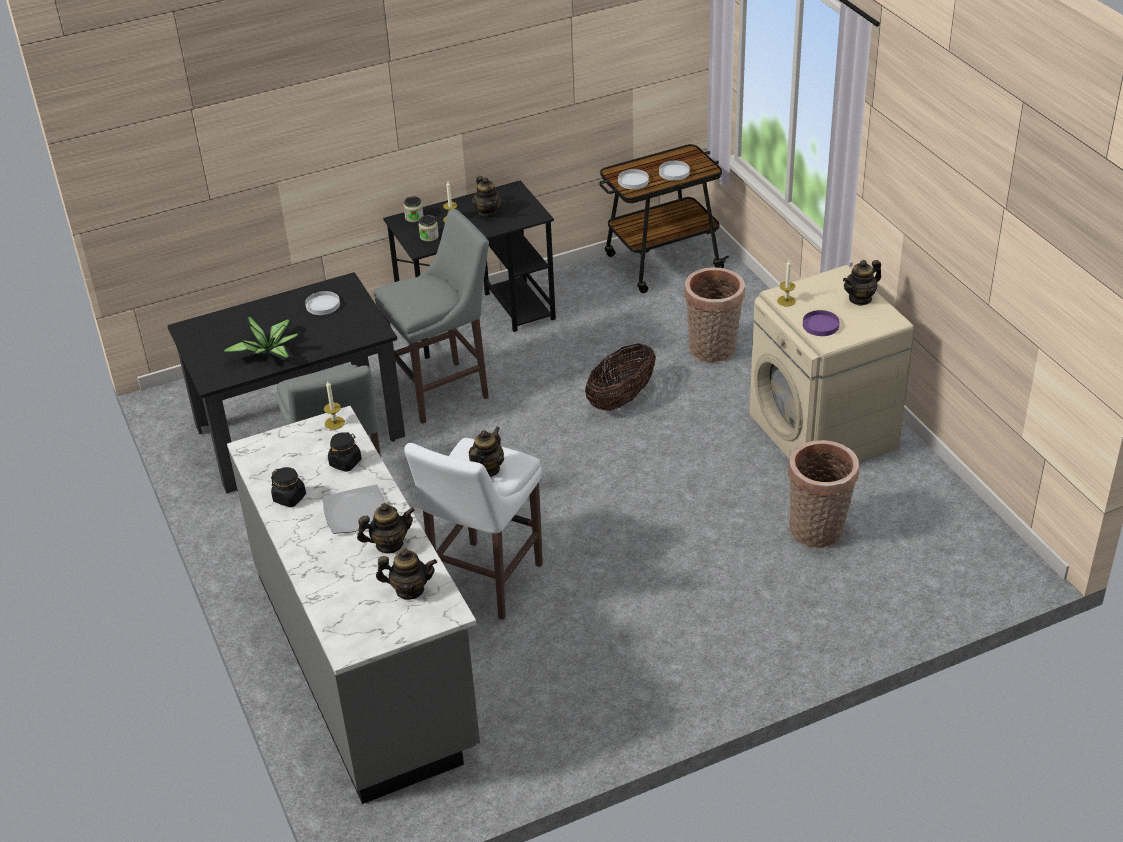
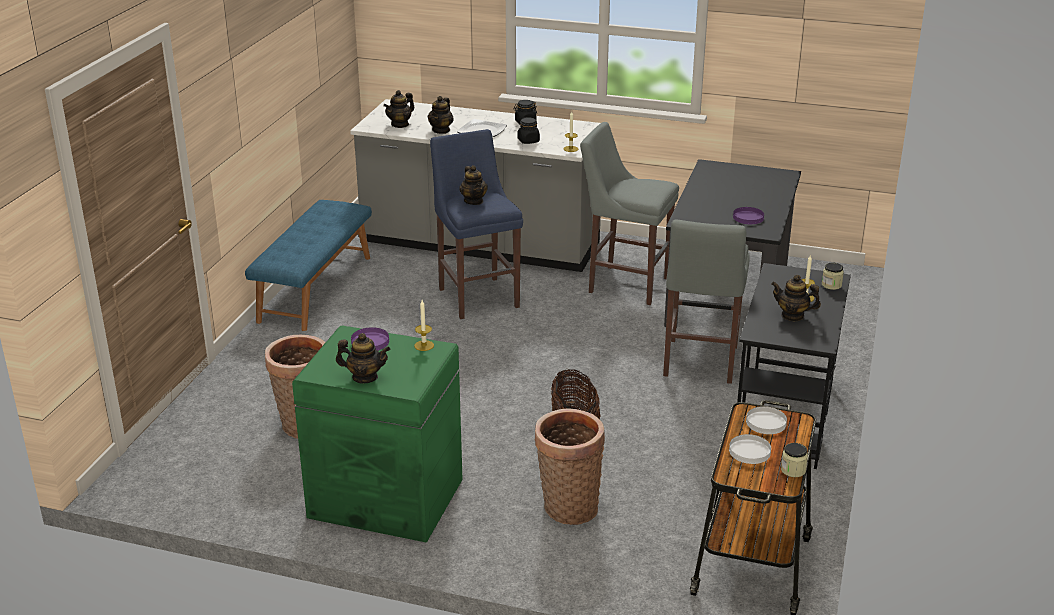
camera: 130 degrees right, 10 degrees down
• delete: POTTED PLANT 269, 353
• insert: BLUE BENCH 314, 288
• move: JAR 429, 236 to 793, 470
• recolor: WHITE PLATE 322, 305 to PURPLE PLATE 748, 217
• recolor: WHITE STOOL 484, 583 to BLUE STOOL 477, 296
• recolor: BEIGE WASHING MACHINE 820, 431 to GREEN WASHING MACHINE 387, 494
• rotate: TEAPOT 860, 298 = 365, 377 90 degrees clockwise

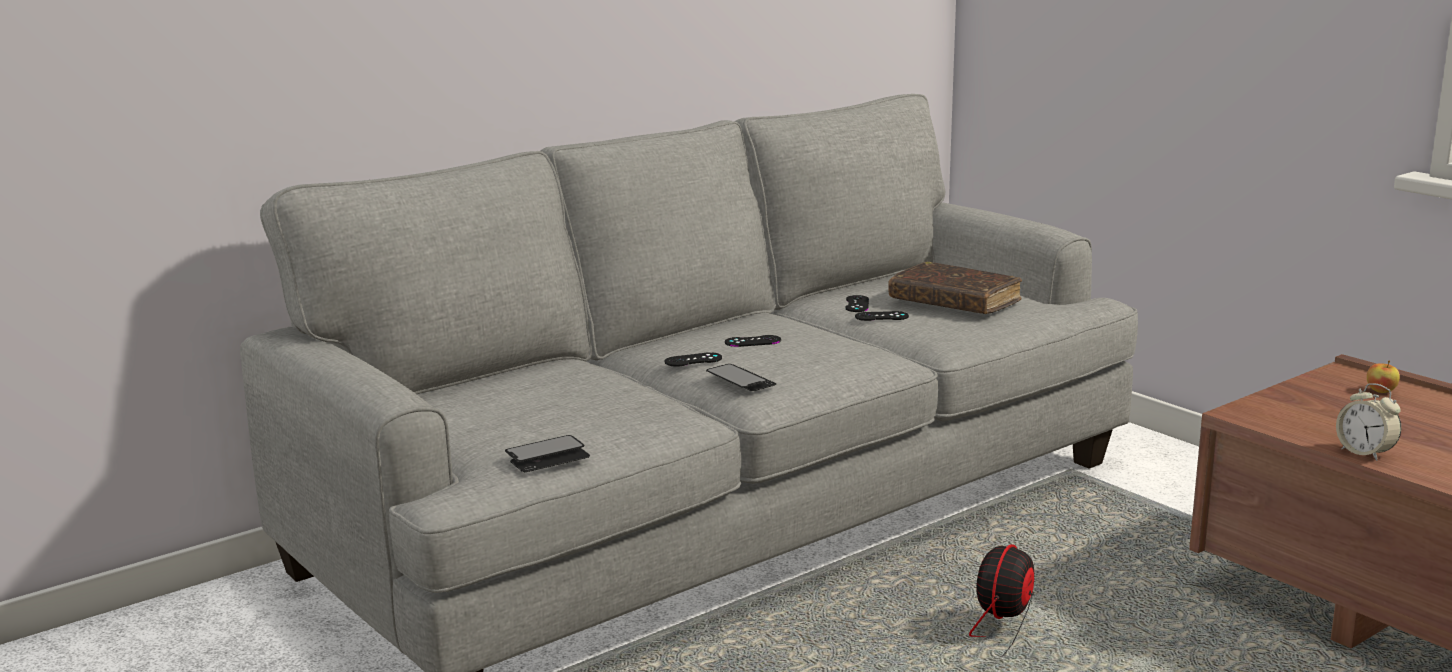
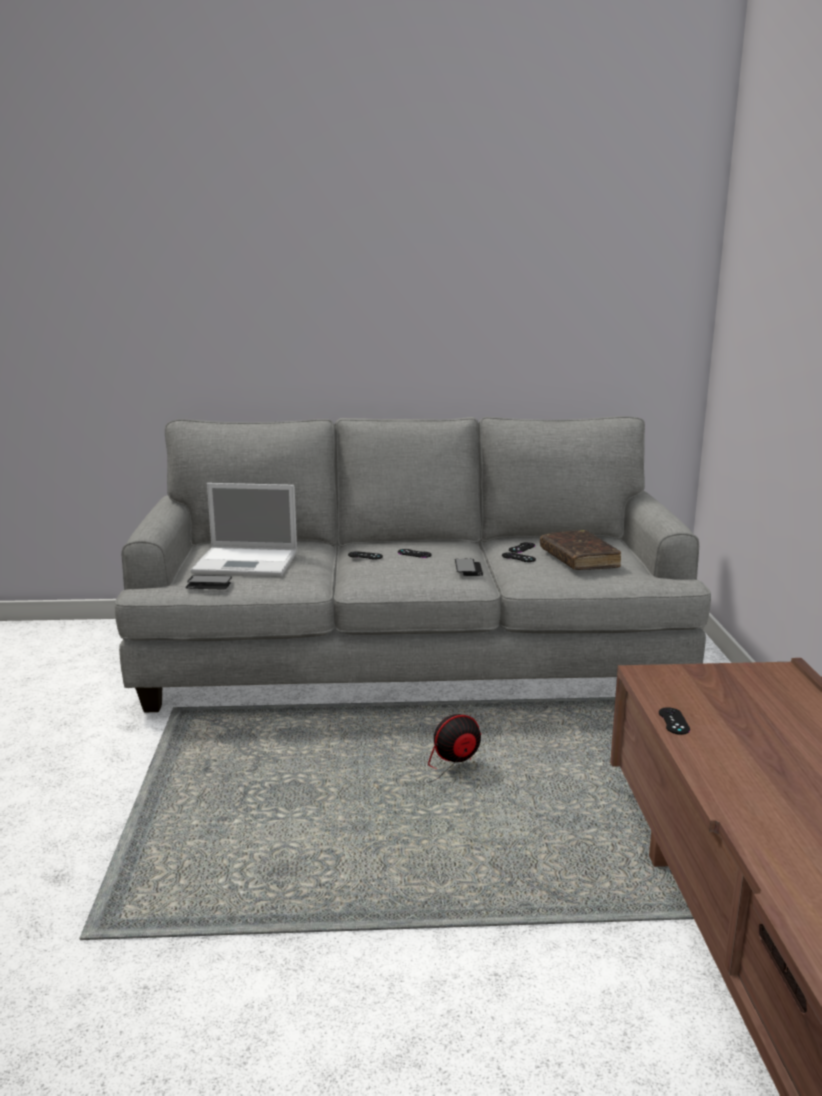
camera: 35 degrees right, 0 degrees up
• delete: APPLE 1381, 391
• insert: LAPTOP 248, 562
• move: PHONE 740, 380 to 468, 569
• replace: ALARM CLOCK 1365, 453 to BLACK GAME CONTROLLER 674, 721

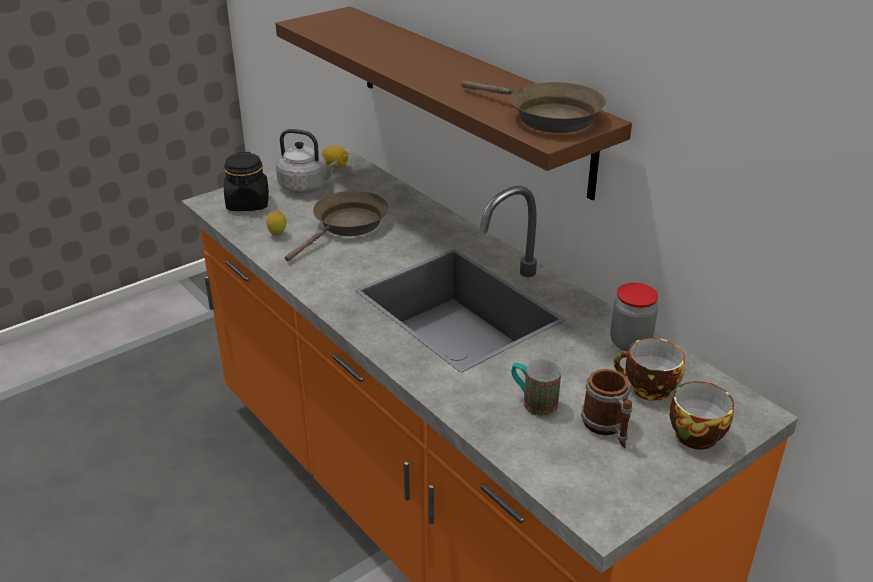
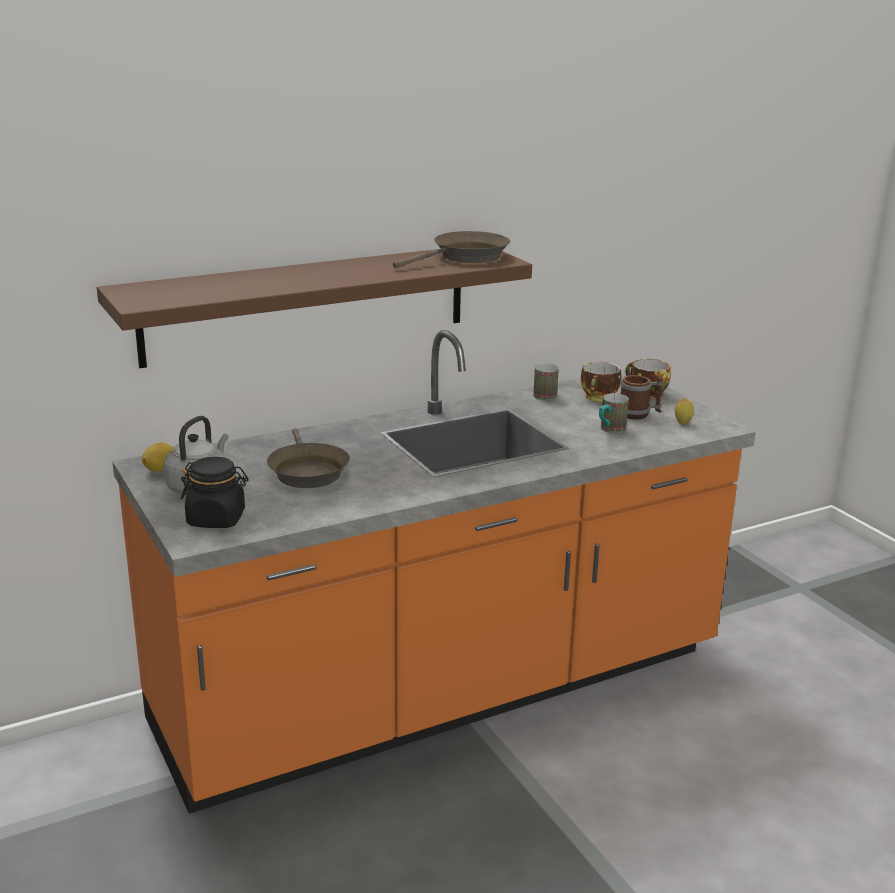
camera: 80 degrees left, 10 degrees down
• move: LEMON 277, 235 to 682, 423
• replace: JAR 630, 343 to MUG 545, 394
• rotate: BROWN FRYING PAN 347, 226 = 307, 472 150 degrees counterclockwise

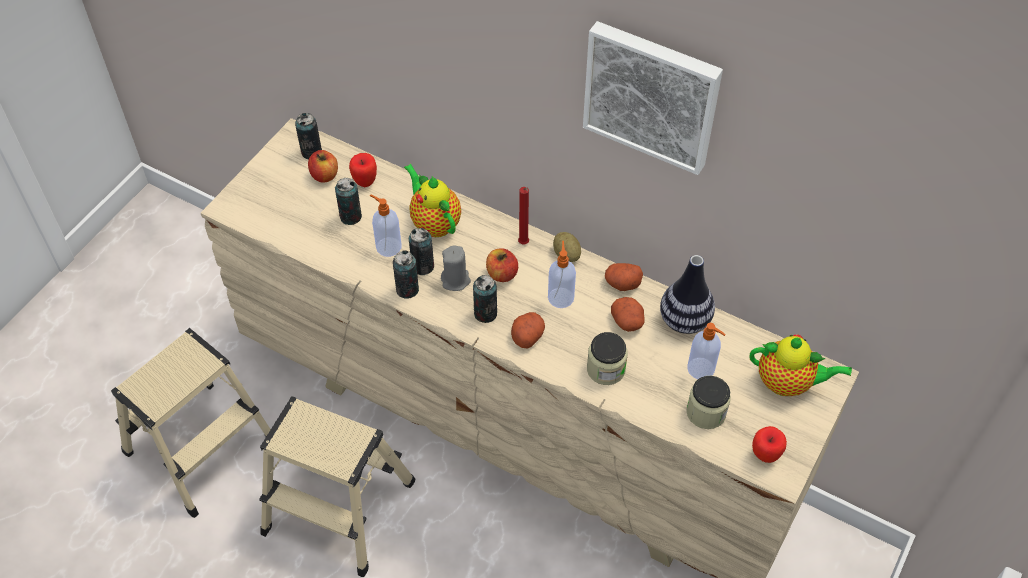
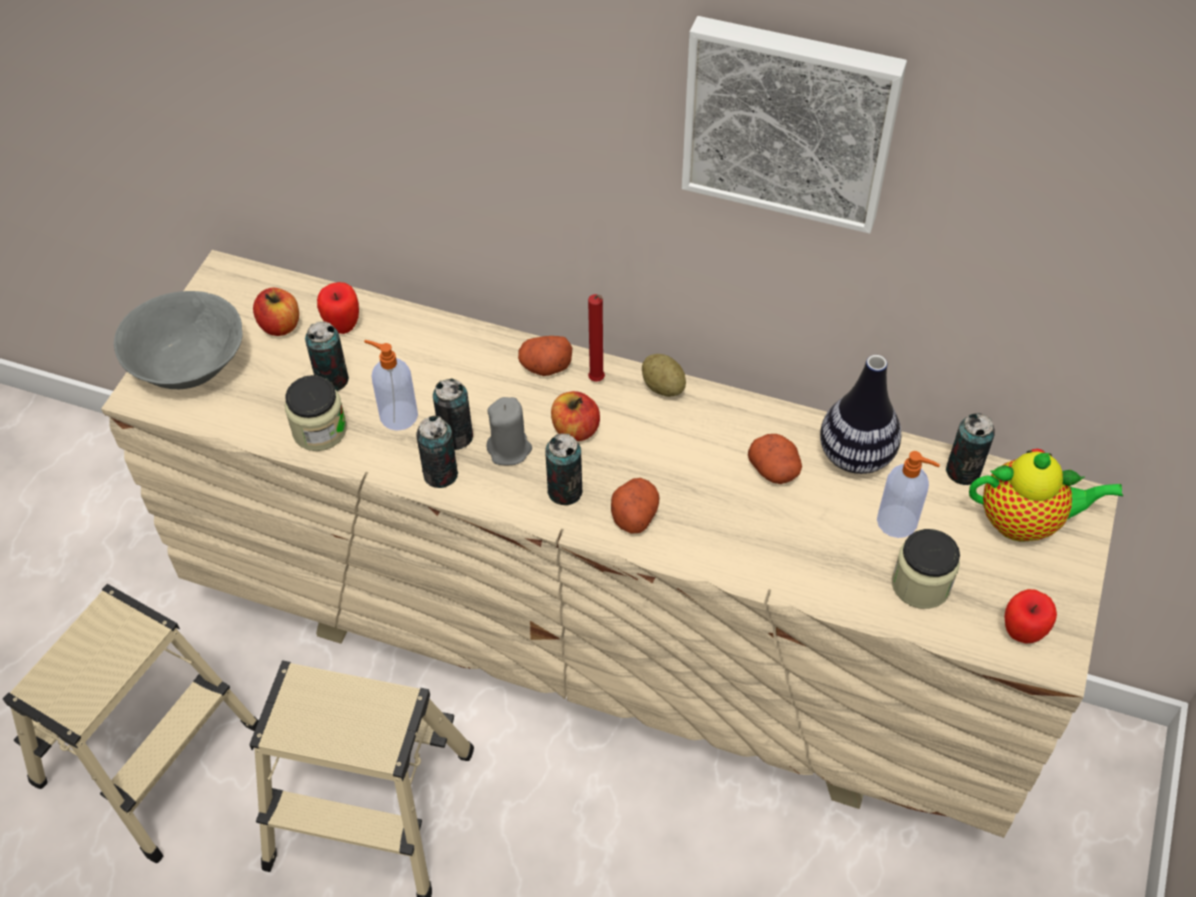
camera: 10 degrees left, 0 degrees up
• delete: TEAPOT 434, 222
• delete: SOAP DISPENSER 560, 297
• insert: GREY BOWL 188, 366
• move: CAN 311, 152 to 963, 471
• move: JAR 606, 369 to 319, 430
• move: POTATO 622, 283 to 545, 366

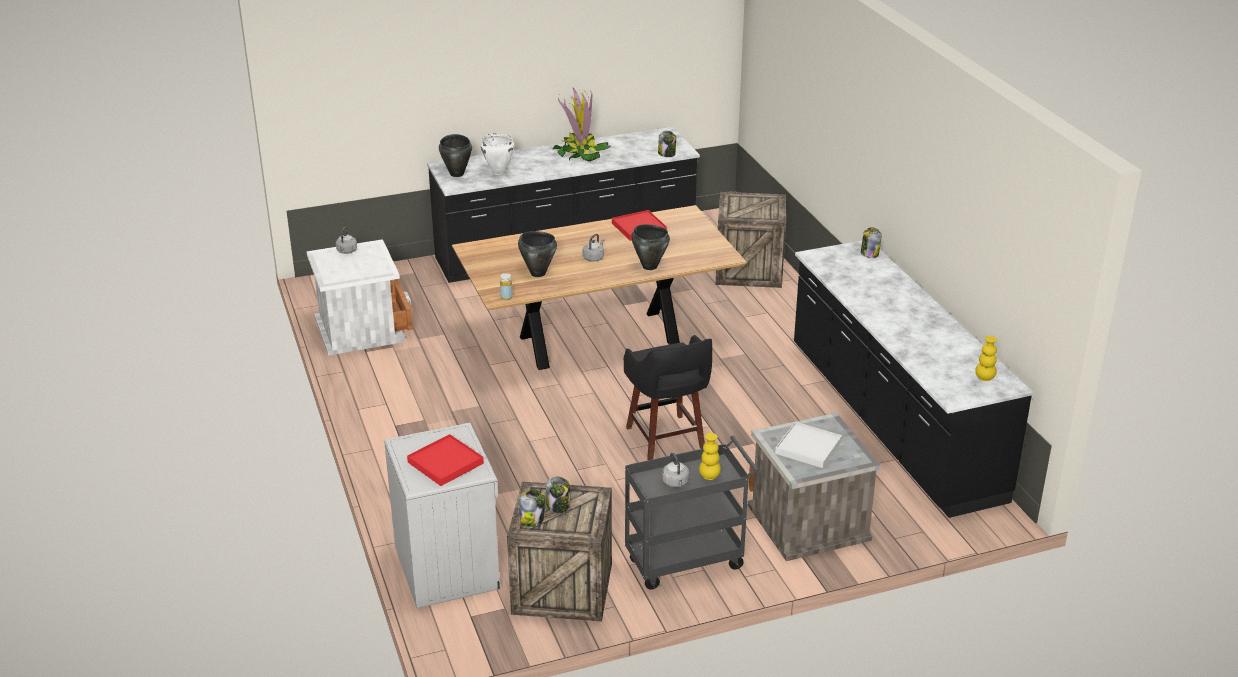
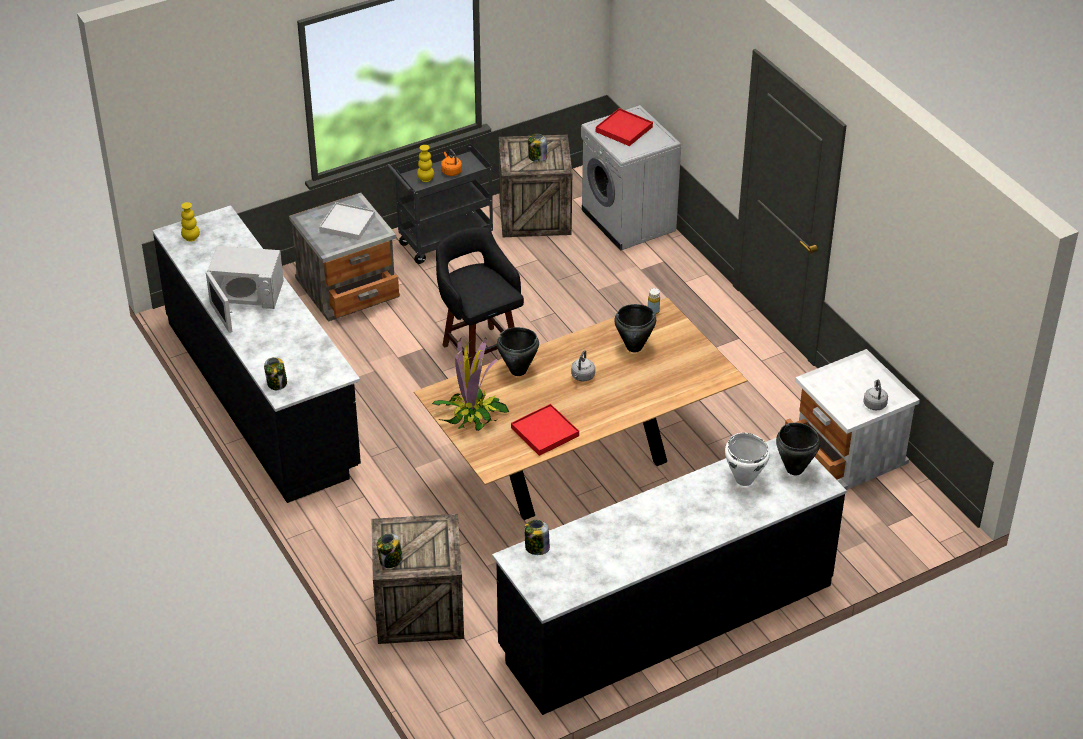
camera: 170 degrees right, 10 degrees up
• insert: WHITE MICROWAVE 245, 295
• move: JAR 531, 520 to 390, 560
• move: POTTED PLANT 580, 153 to 472, 414
• recolor: GREY KETTLE 676, 483 to ORANGE KETTLE 451, 171

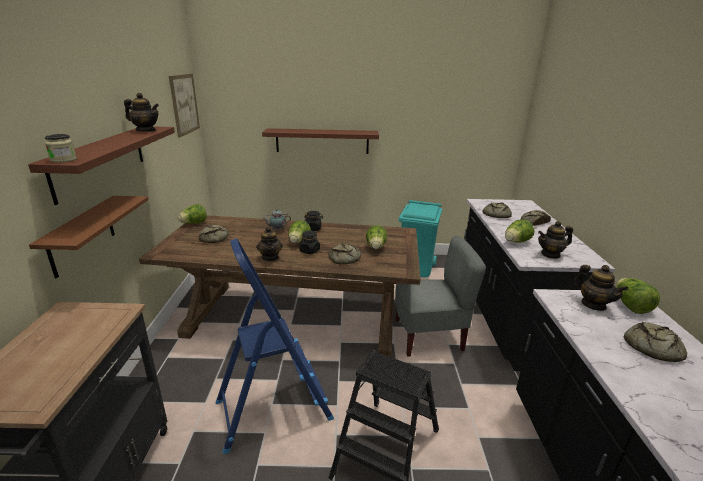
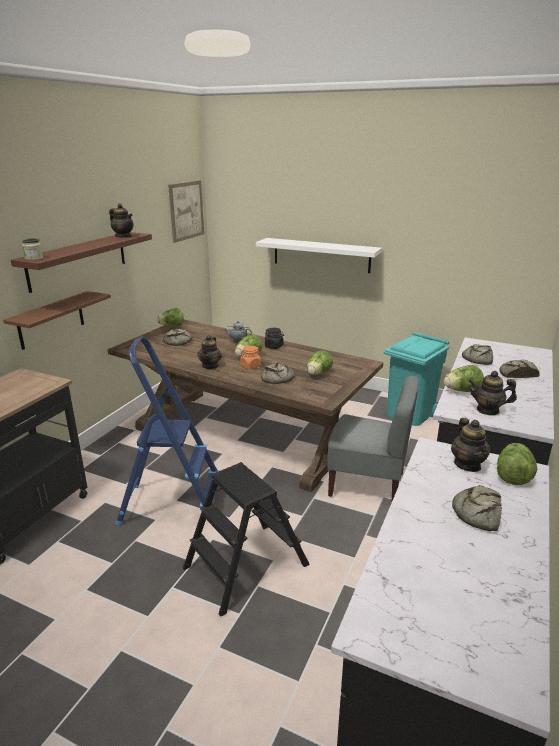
camera: 25 degrees right, 0 degrees up
• recolor: BROWN SHELF 322, 141 to WHITE SHELF 321, 255
• recolor: BLACK JAR 309, 251 to ORANGE JAR 250, 366

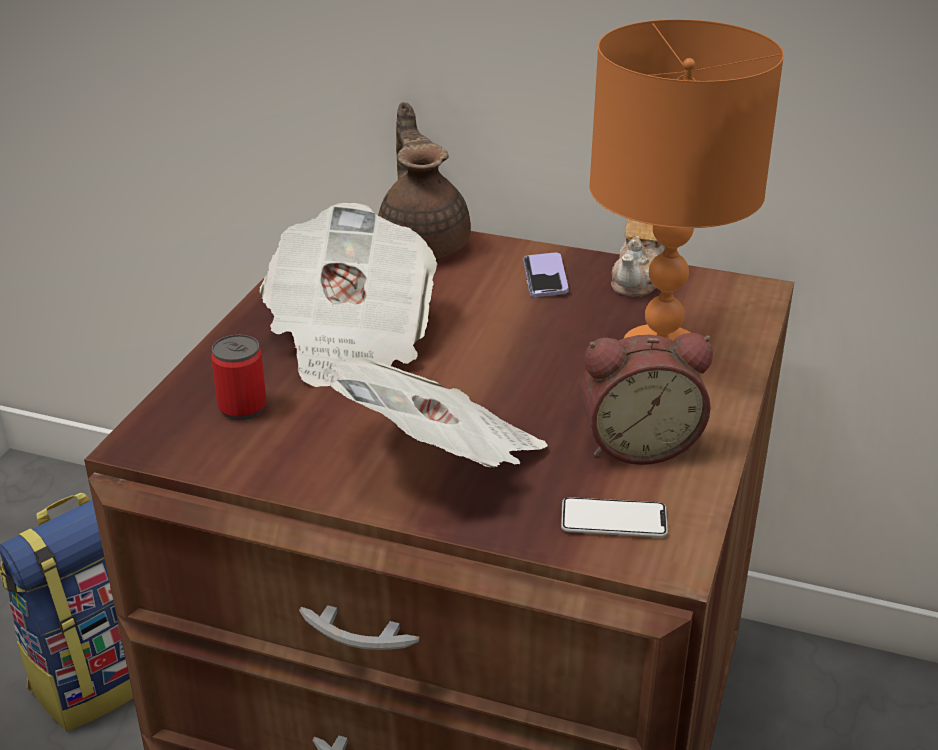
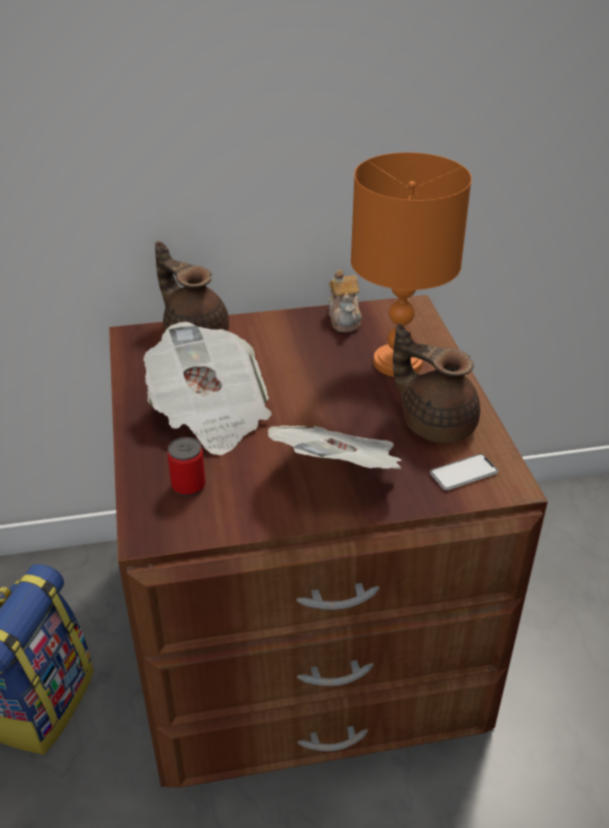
camera: 30 degrees left, 5 degrees up
• delete: PHONE 545, 277
• replace: ALARM CLOCK 638, 443 to BROWN TEAPOT 436, 423

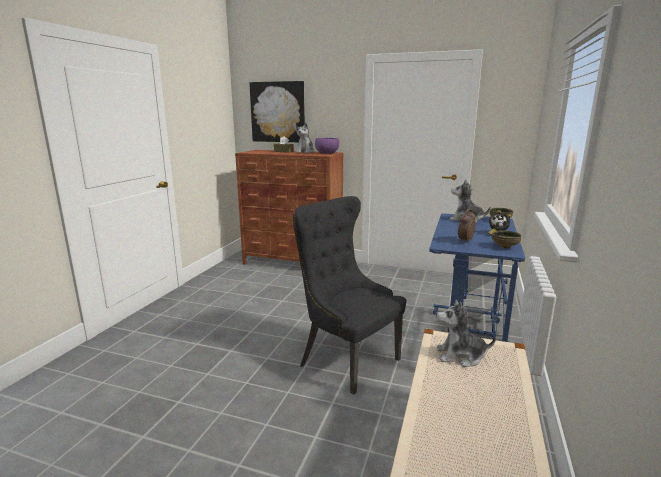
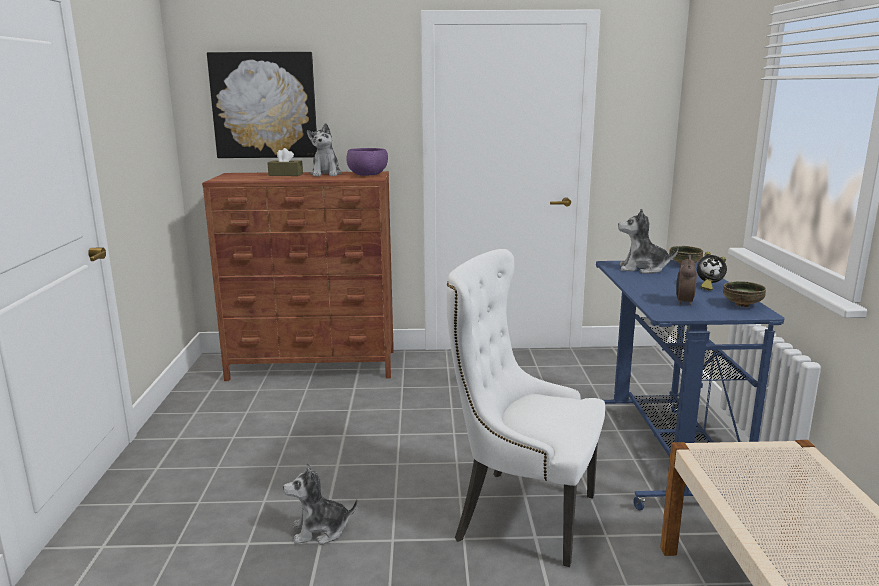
camera: 20 degrees left, 0 degrees up
• move: PLUSH TOY 460, 356 to 320, 530
• recolor: BLACK CHAIR 348, 361 to WHITE CHAIR 522, 515

